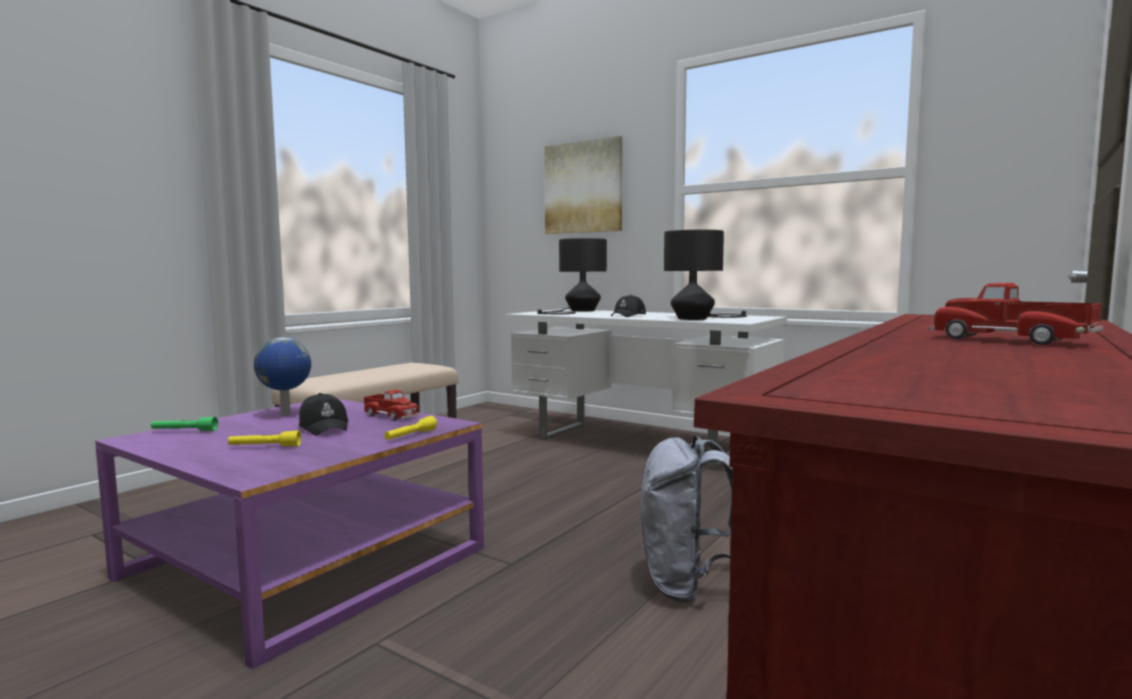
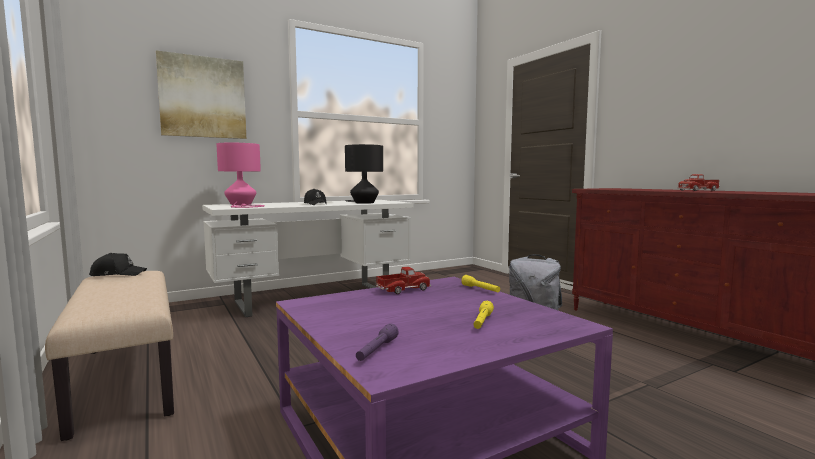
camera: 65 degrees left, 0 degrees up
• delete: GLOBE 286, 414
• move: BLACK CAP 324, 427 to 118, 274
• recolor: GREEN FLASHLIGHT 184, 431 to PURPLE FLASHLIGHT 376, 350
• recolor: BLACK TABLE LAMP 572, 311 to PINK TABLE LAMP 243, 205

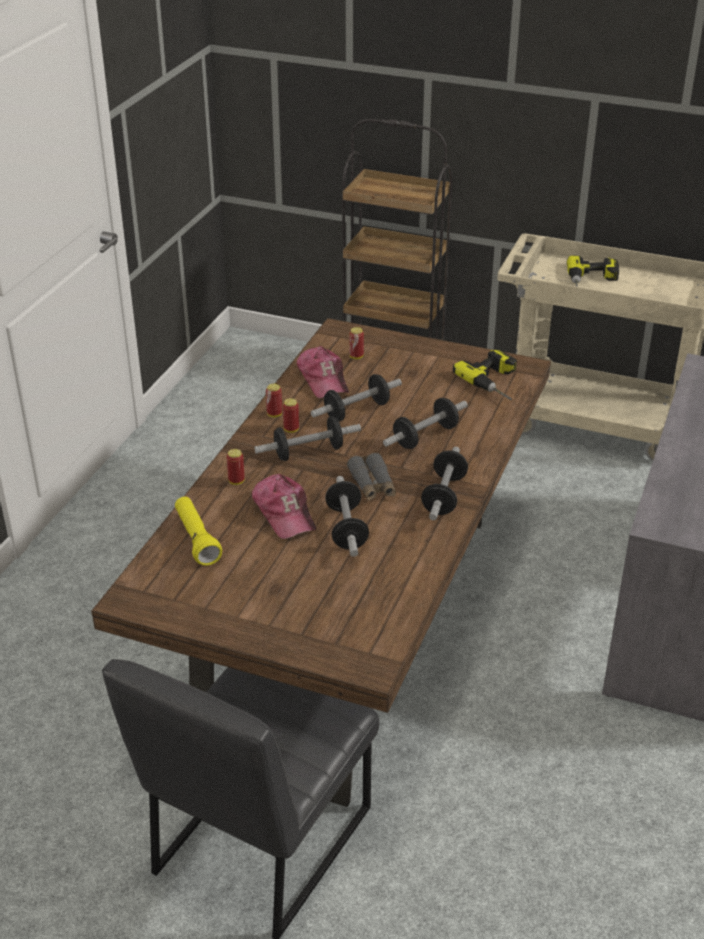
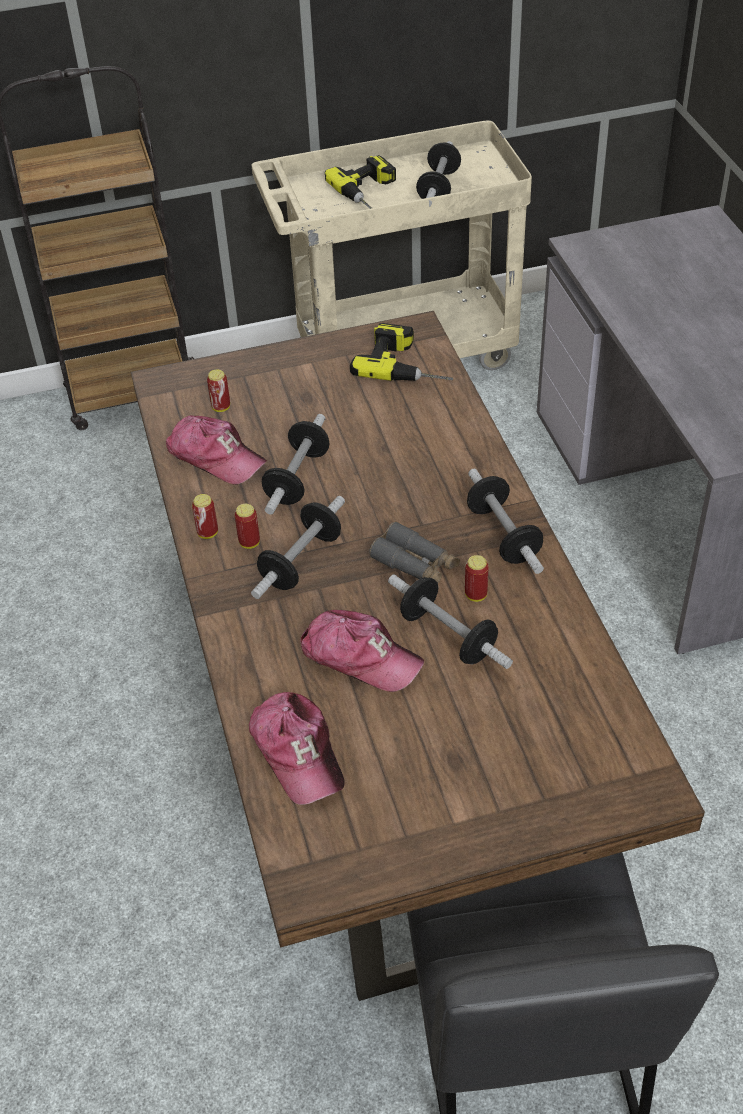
camera: 35 degrees left, 10 degrees up
• move: CAN 236, 481 to 475, 595
• move: DUMBBELL 425, 436 to 438, 188
• replace: YELLOW FLASHLIGHT 196, 539 to CAP 297, 753

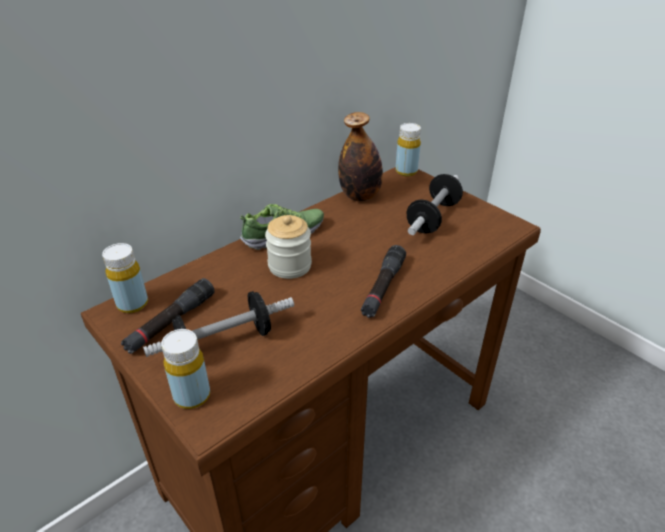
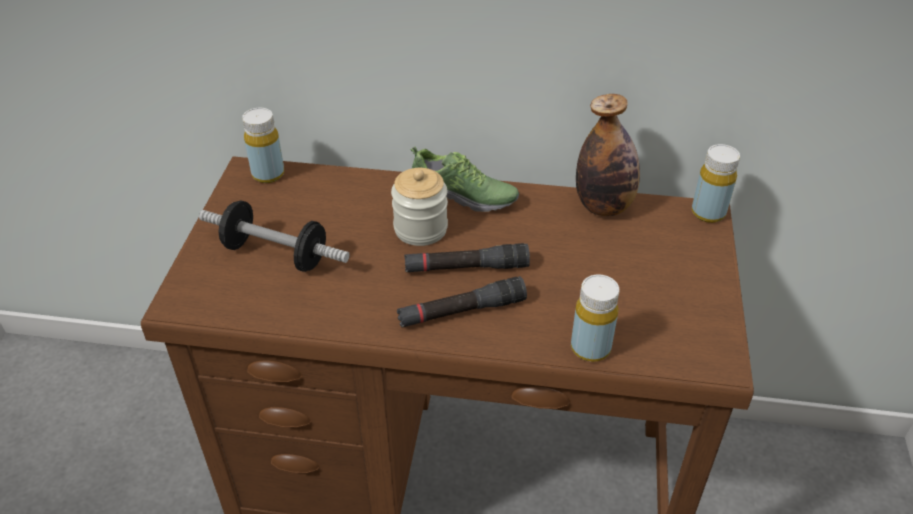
camera: 50 degrees right, 5 degrees up
• delete: DUMBBELL 433, 218
• move: BLACK FLASHLIGHT 171, 322 to 466, 268
• move: YELLOW BOTTLE 192, 396 to 590, 348

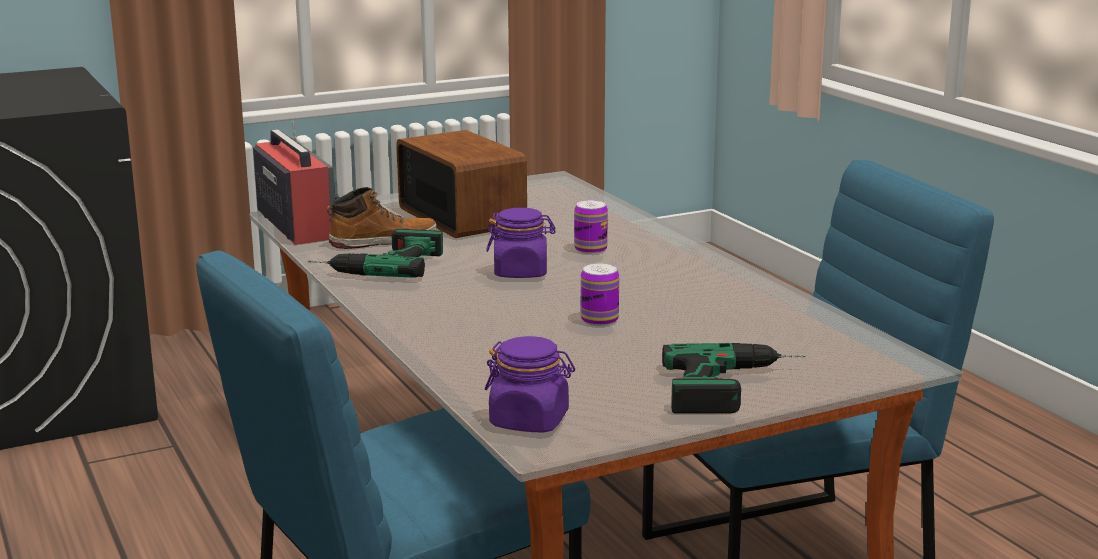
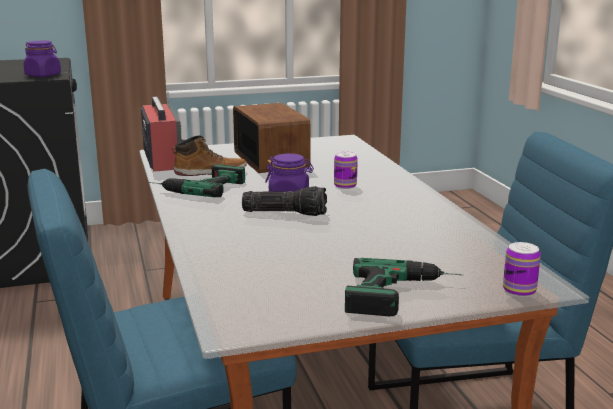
camera: 10 degrees right, 0 degrees up
• insert: FLASHLIGHT 285, 213
• move: PURPLE JAR 530, 421 to 43, 75
• move: CAN 599, 320 to 519, 290

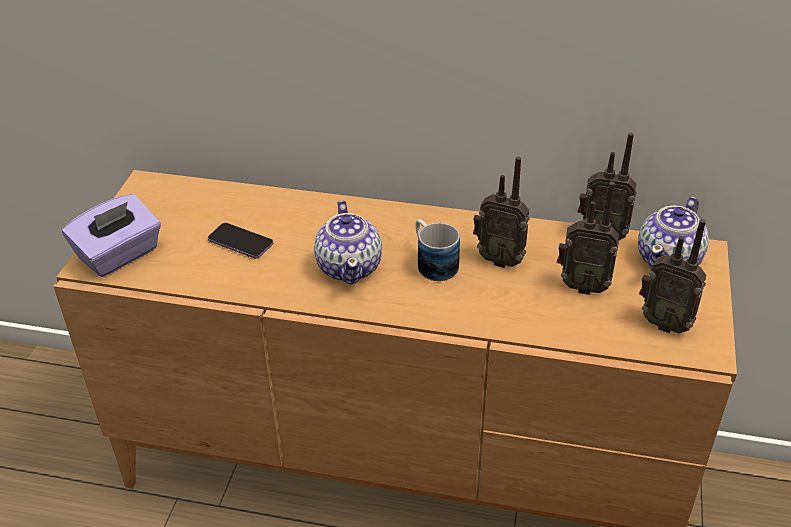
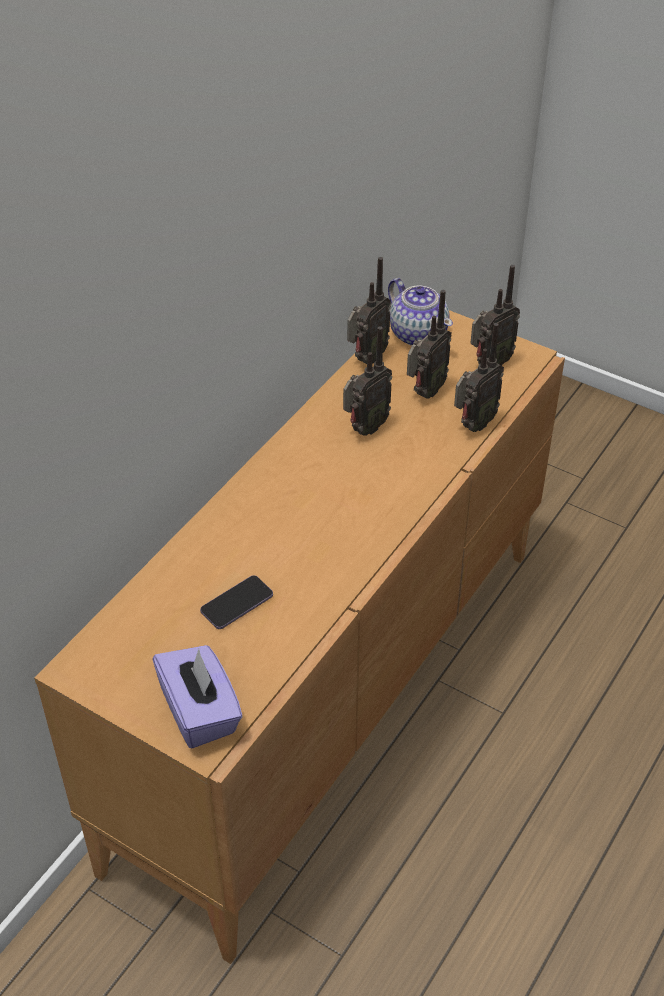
camera: 70 degrees left, 5 degrees up
• delete: TEAPOT 350, 267
• delete: MUG 432, 263
• insert: RADIO 473, 425

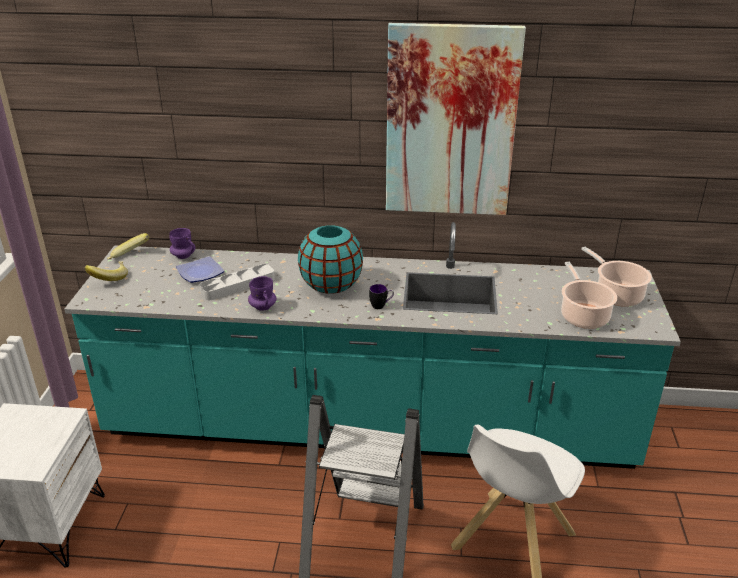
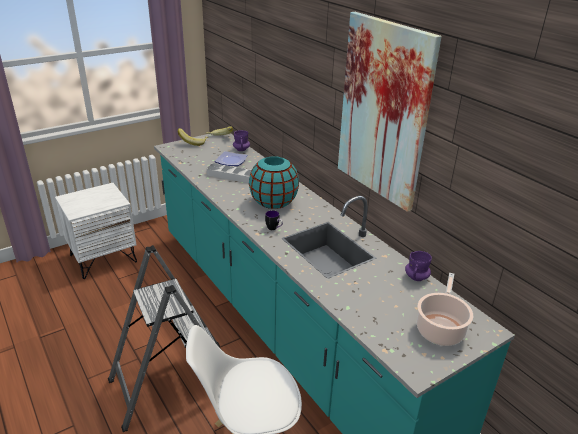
camera: 50 degrees right, 0 degrees up
• delete: COOKING POT 583, 315
• move: PURPLE MUG 262, 307 to 416, 277

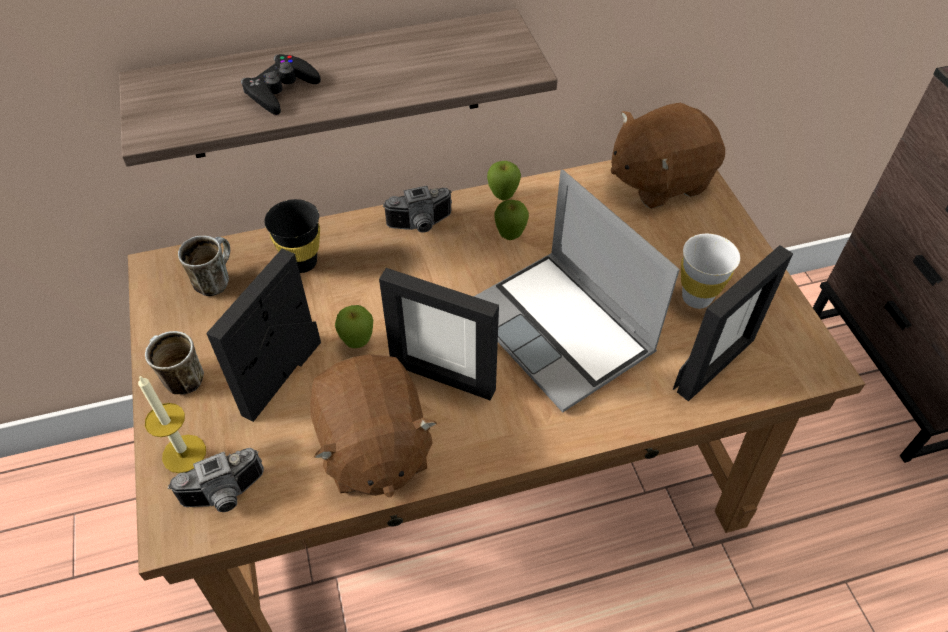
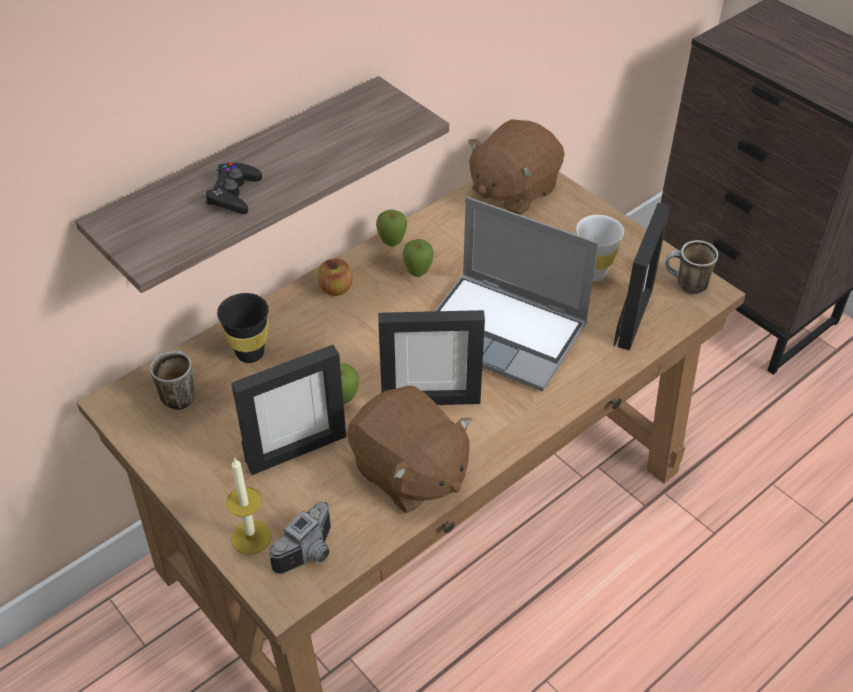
camera: 25 degrees left, 5 degrees down
• move: MUG 179, 379 to 685, 285
• replace: PHOTO CAMERA 421, 225 to APPLE 336, 289
• rotate: PICTURE FRAME 282, 378 = 296, 449 120 degrees counterclockwise

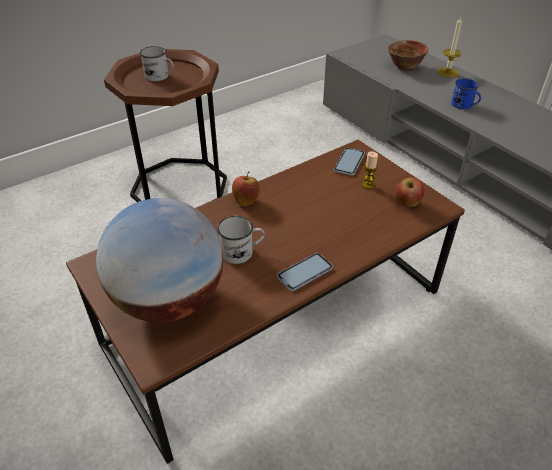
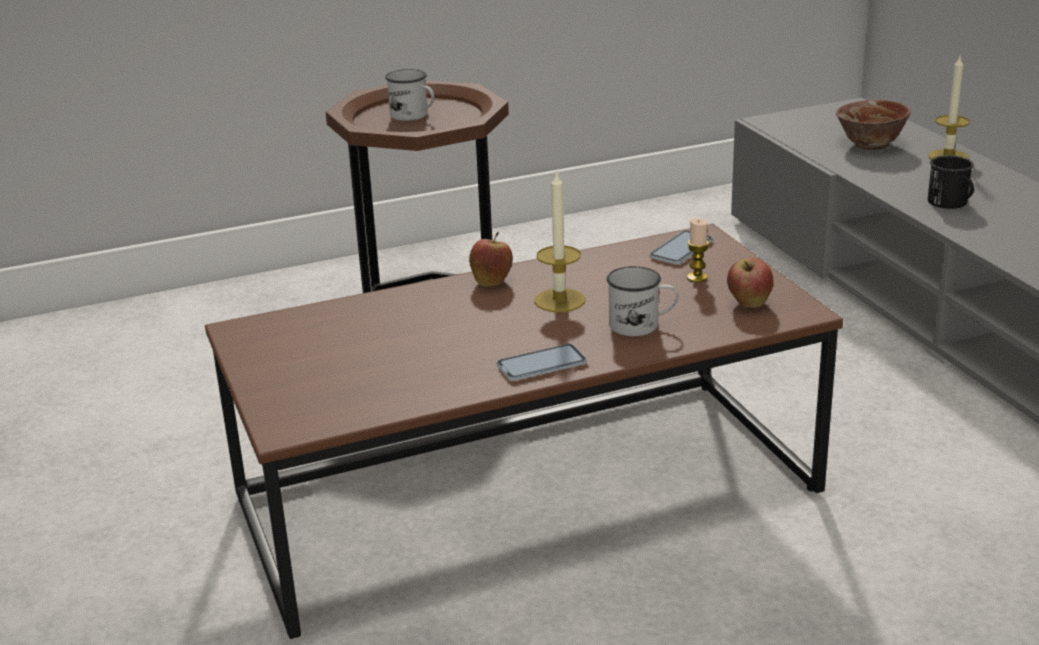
camera: 15 degrees right, 15 degrees down
• delete: GLOBE 169, 300
• insert: CANDLE 559, 300
• move: WHITE MUG 242, 252 to 642, 325
• recolor: BLUE MUG 464, 106 to BLACK MUG 951, 204

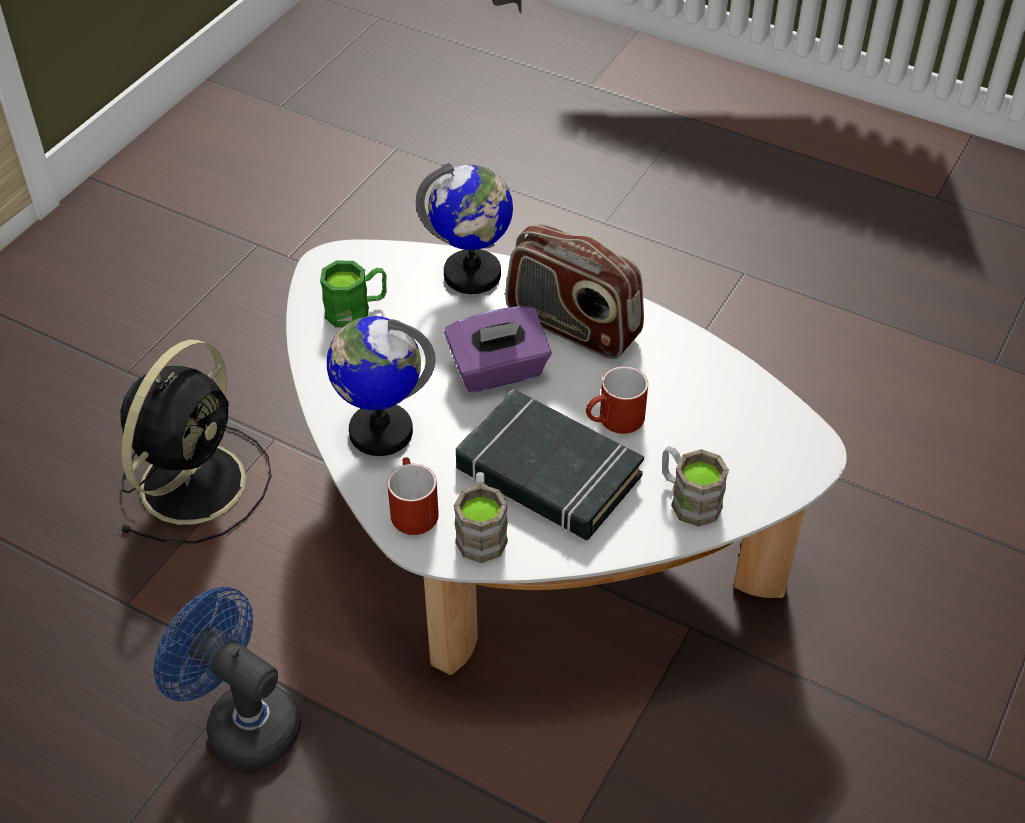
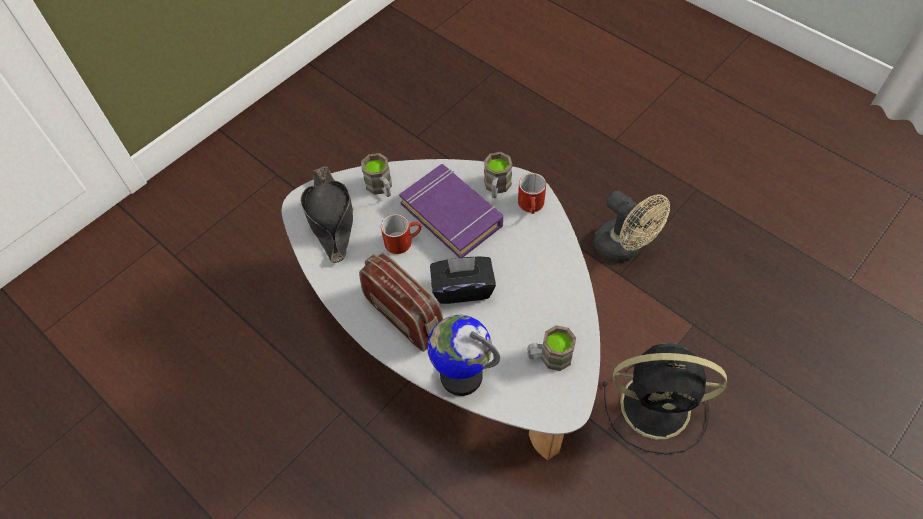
camera: 165 degrees left, 10 degrees up
• delete: GLOBE 380, 431
• insert: BLACK HAT 331, 218
• recolor: BLUE FAN 242, 721 to BEIGE FAN 623, 248
• recolor: GREEN MUG 356, 310 to BROWN MUG 549, 357
• recolor: PURPLE TISSUE BOX 498, 371 to BLACK TISSUE BOX 463, 288
• recolor: BLACK BOOK 547, 473 to PURPLE BOOK 452, 214
• rotate: BLACK FAN 196, 480 = 658, 406 120 degrees counterclockwise

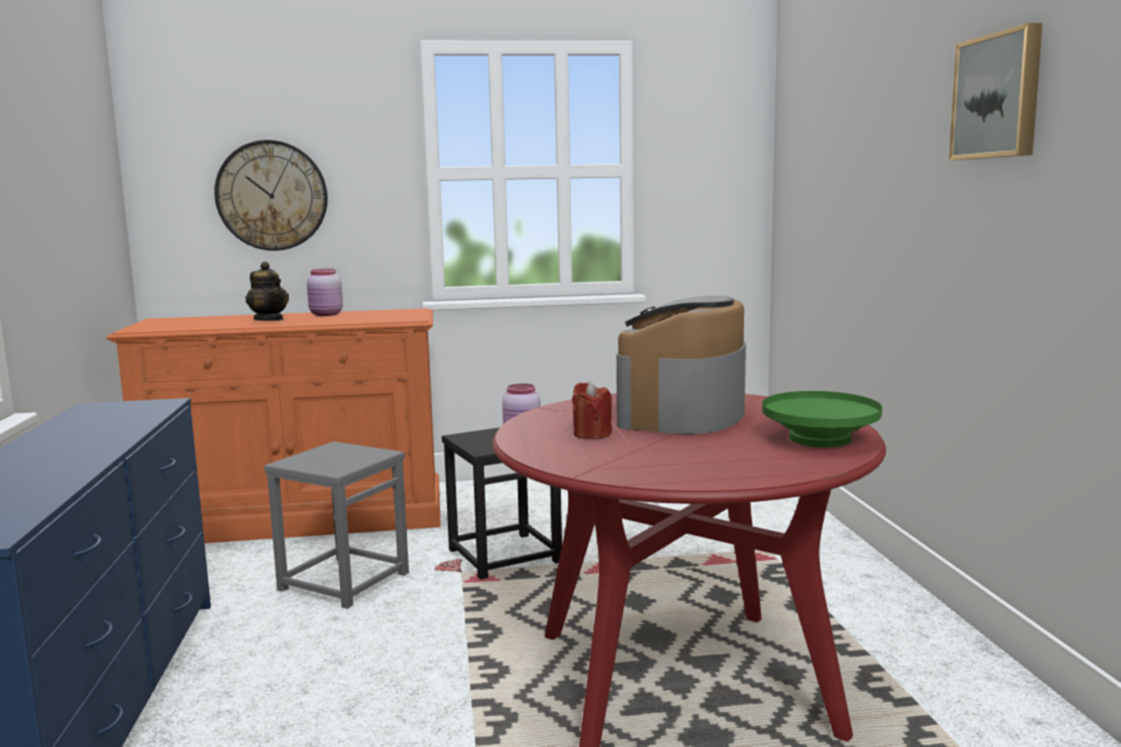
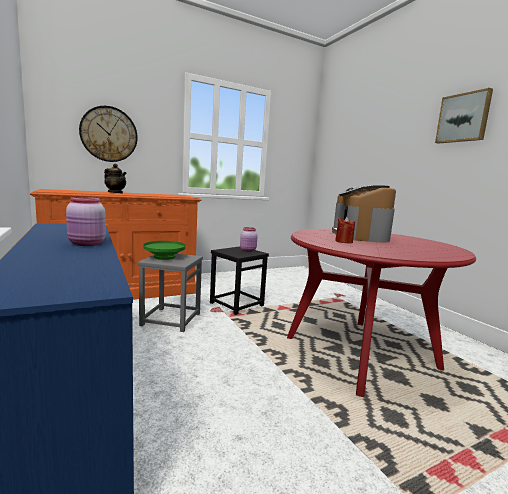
camera: 20 degrees left, 0 degrees up
• move: PINK JAR 326, 314 to 87, 244
• move: GREEN BOWL 819, 439 to 164, 257

